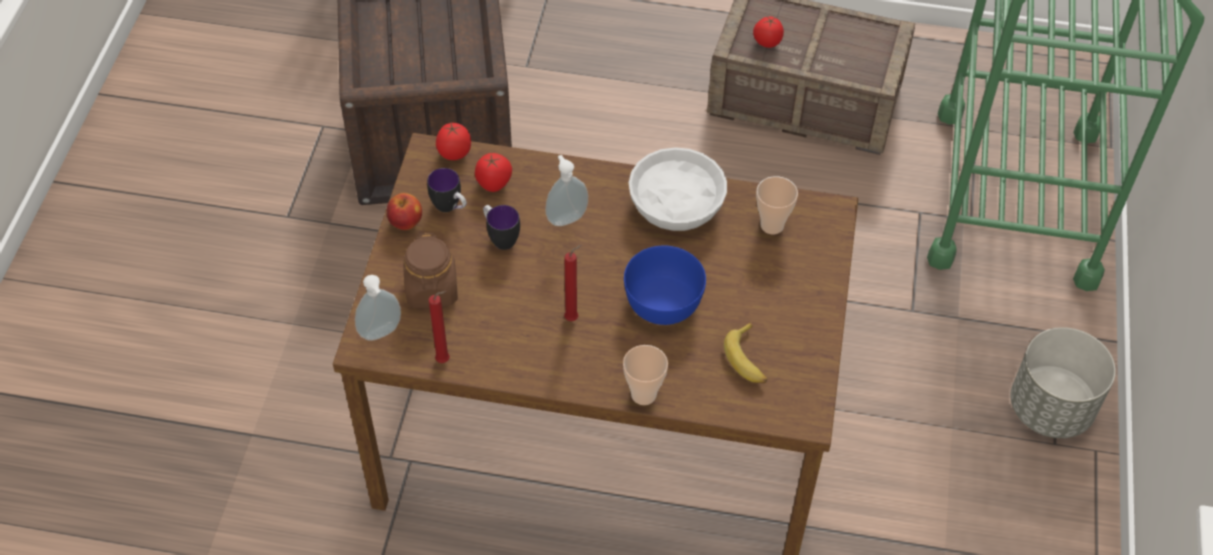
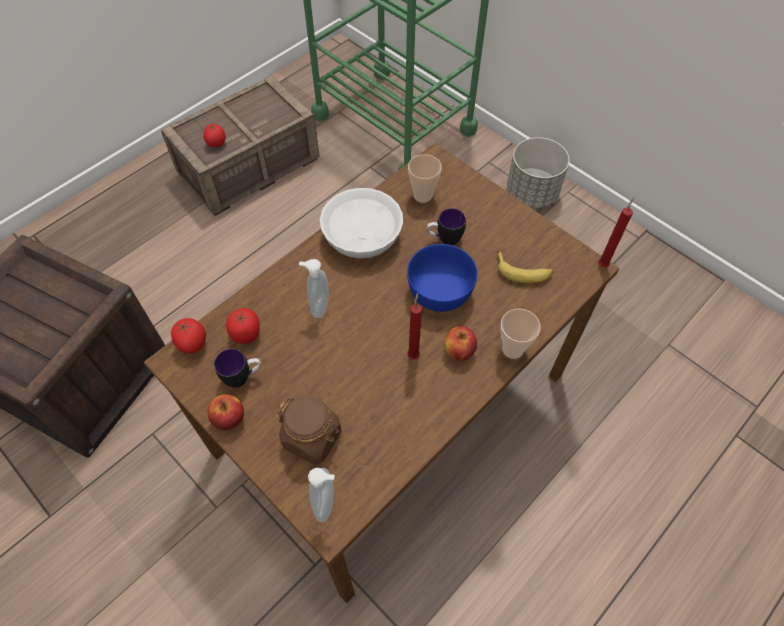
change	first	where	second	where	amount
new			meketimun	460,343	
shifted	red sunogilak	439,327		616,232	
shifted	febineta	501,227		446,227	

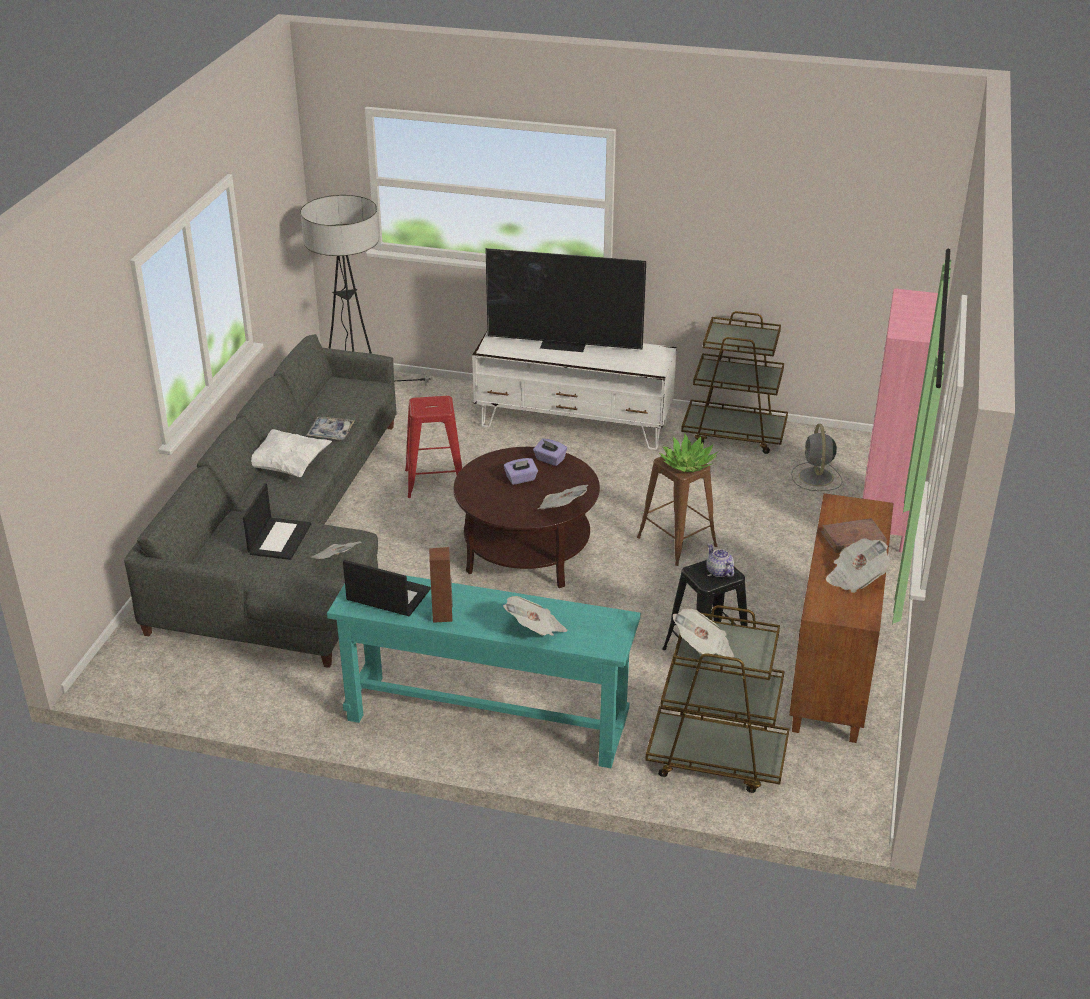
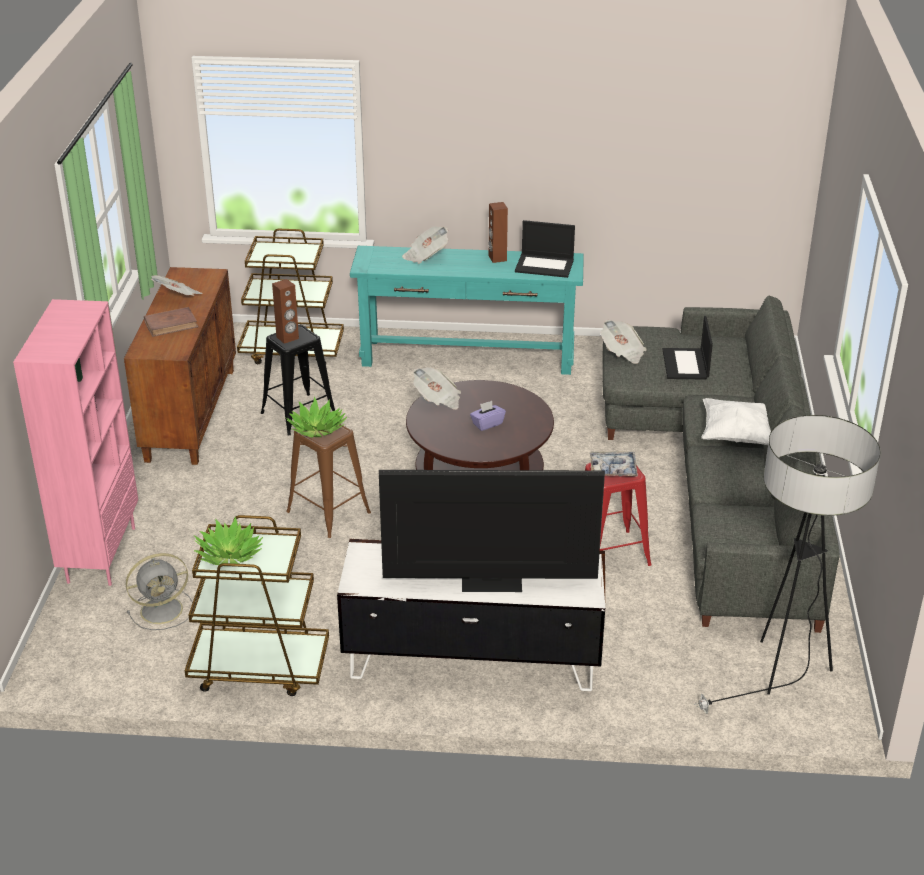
change	first	where	second	where	amount
gone	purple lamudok	550,452			
gone	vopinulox	703,633			
new			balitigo	228,541	
shifted	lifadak	330,428		614,464	
swapped	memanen	720,560	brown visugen	285,311	
rotated	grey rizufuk	817,457		159,591	75 degrees clockwise

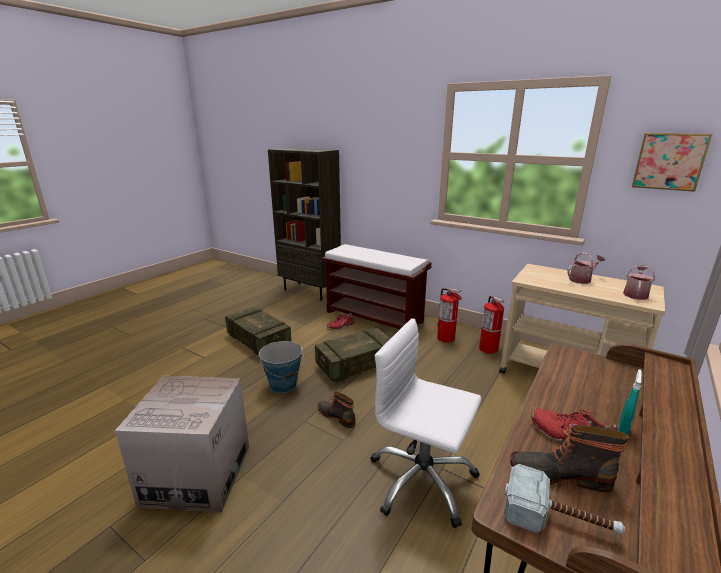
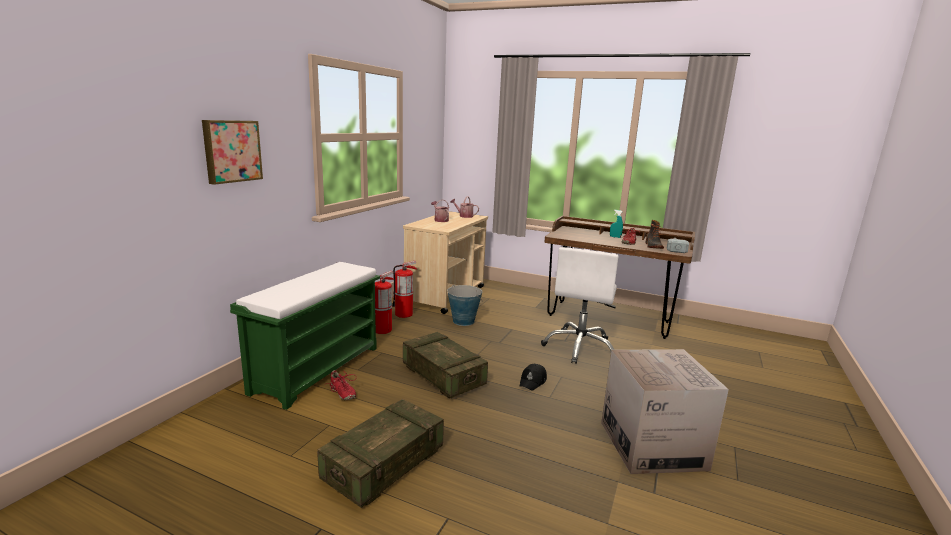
change	first	where	second	where	amount
gone	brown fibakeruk	304,224			
shifted	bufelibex	281,367		465,305	
shifted	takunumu	672,162		232,152	
swapped	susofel	336,410	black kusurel	533,377	
repainted	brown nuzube	377,286	green nuzube	305,336	

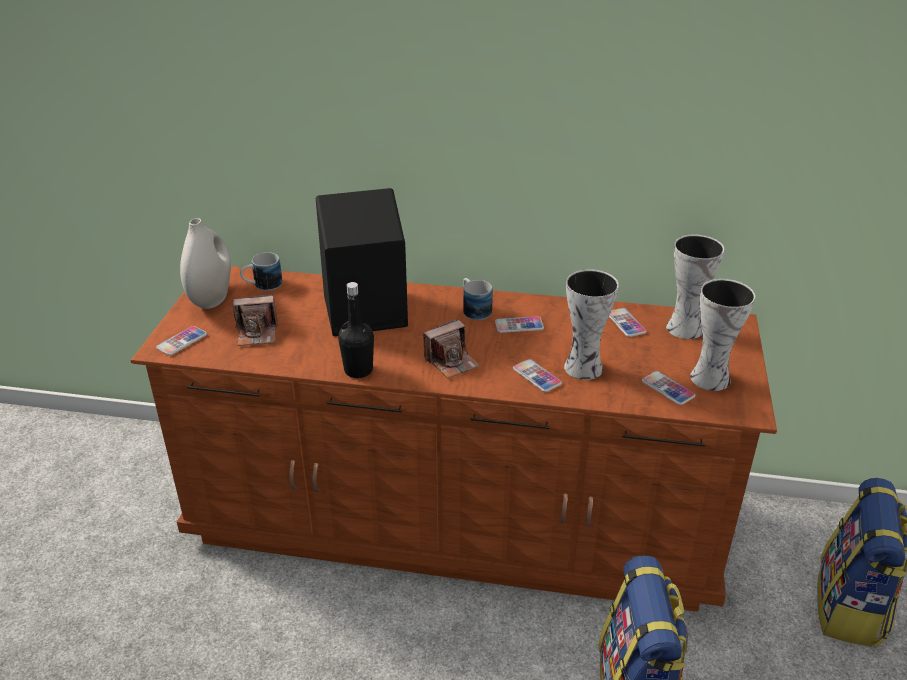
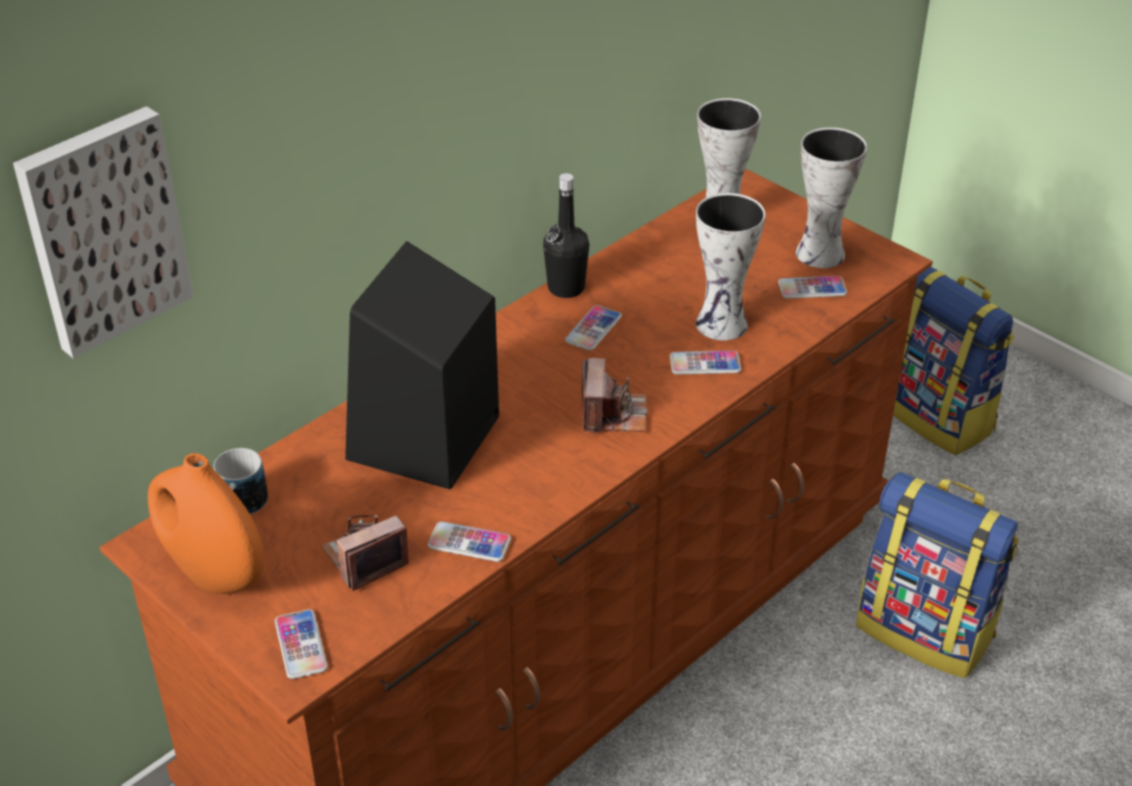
change	first	where	second	where	amount
gone	febineta	478,299			
new			takunumu	103,232	
shifted	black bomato	356,330		566,235	
shifted	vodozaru	628,322		469,541	
repainted	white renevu	205,263	orange renevu	206,523	
rotated	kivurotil	254,320		365,553	150 degrees counterclockwise

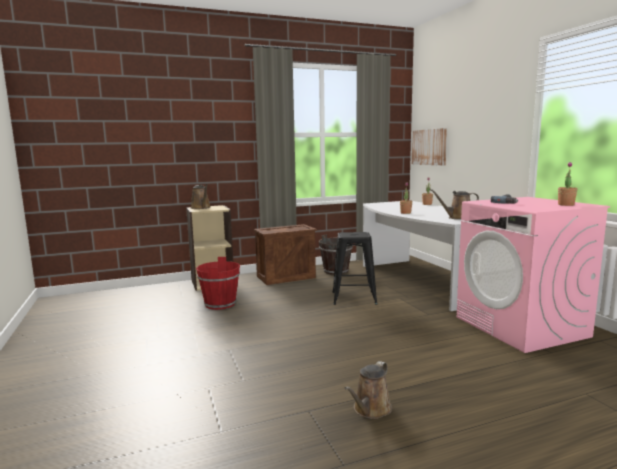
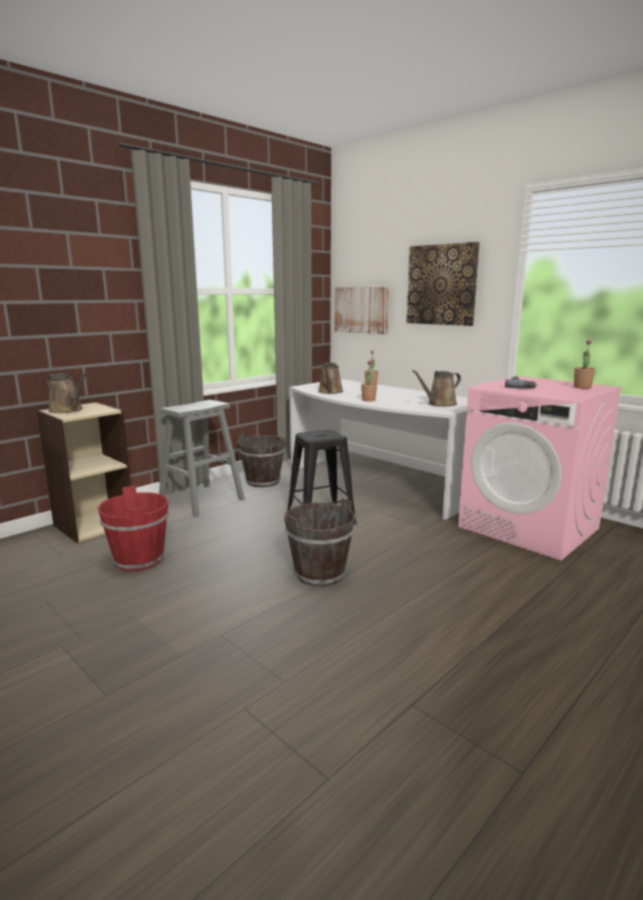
change	first	where	second	where	amount
new			brown bufelibex	319,542	
new			takunumu	443,284	
shifted	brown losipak	368,390		330,378	
swapped	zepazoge	285,254	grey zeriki	202,458	

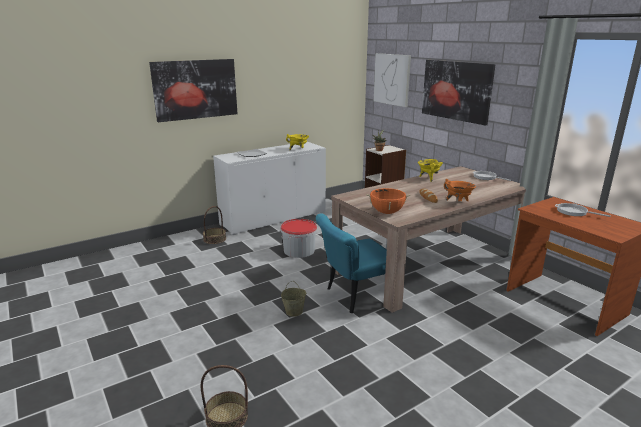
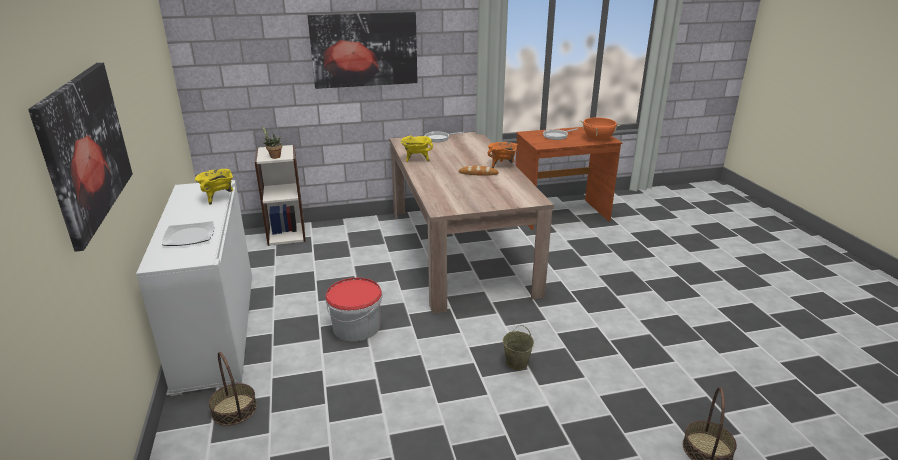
change	first	where	second	where	amount
gone	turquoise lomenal	351,263			
gone	takunumu	392,80			
shifted	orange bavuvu	388,201		600,129	

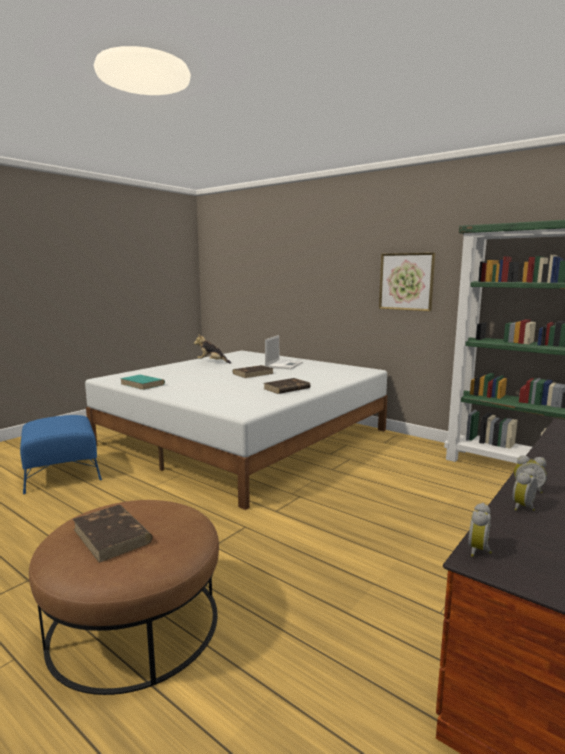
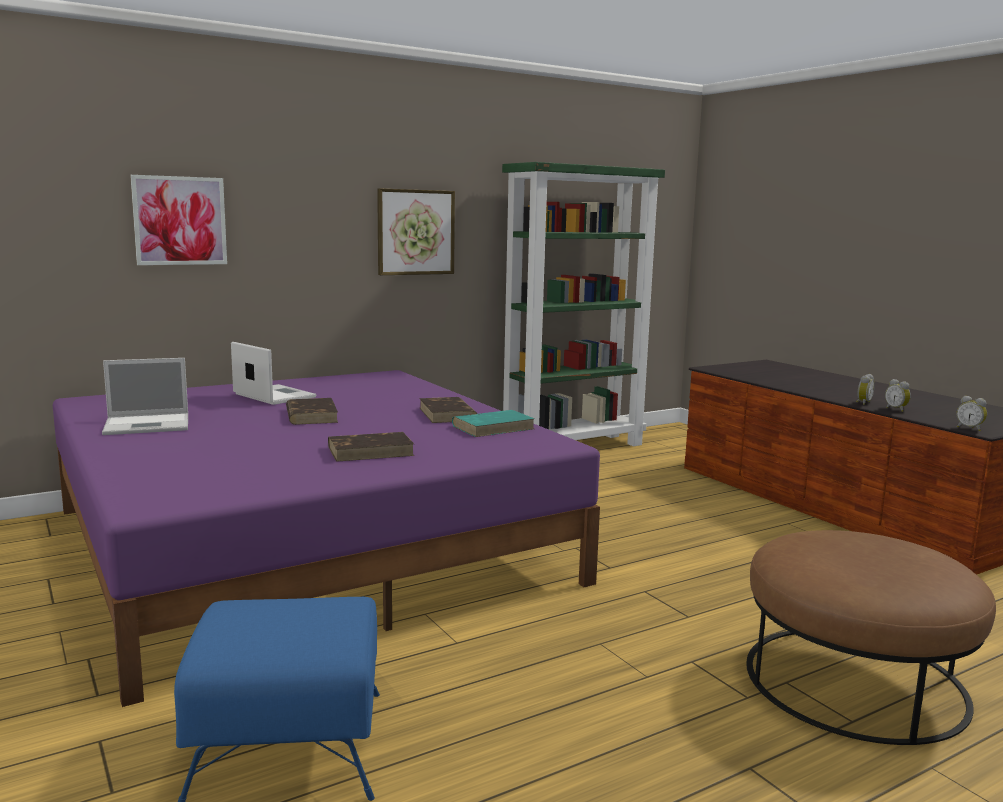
change	first	where	second	where	amount
new			takunumu	178,220	
shifted	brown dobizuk	113,534		371,447	
shifted	turquoise dobizuk	142,382		493,423	
swapped	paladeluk	212,349	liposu	145,396	
repainted	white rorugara	236,430	purple rorugara	326,538	

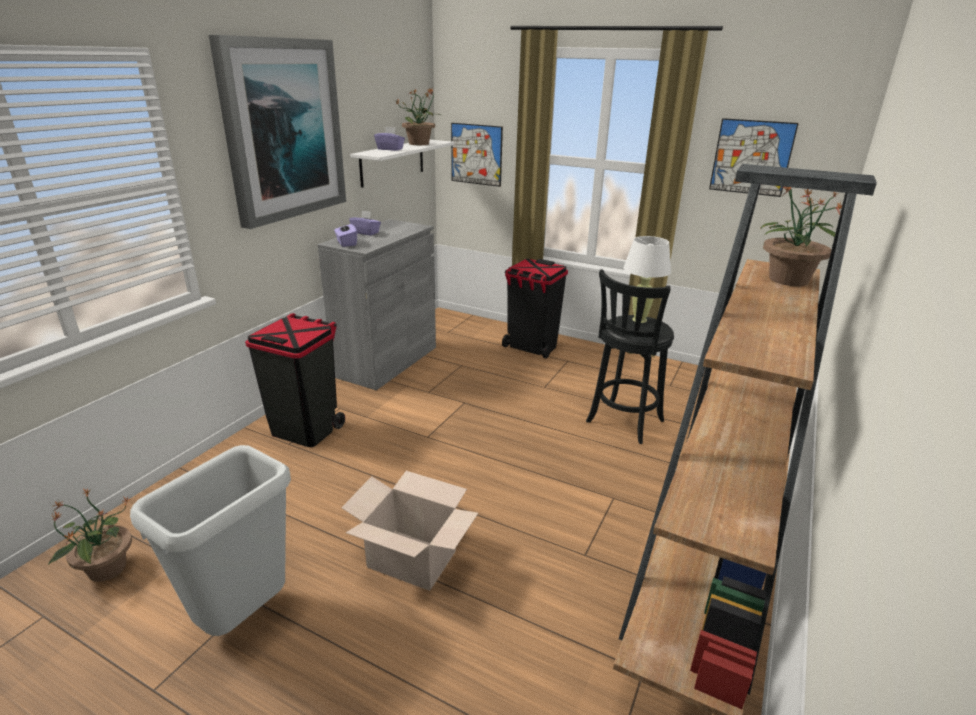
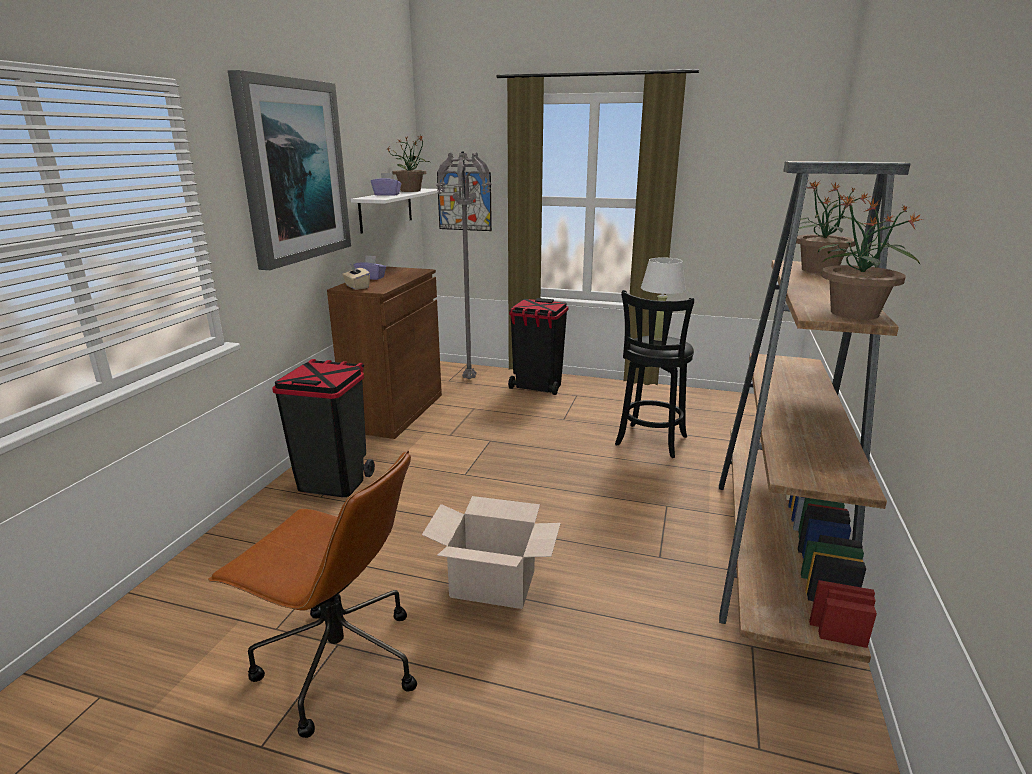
change	first	where	second	where	amount
gone	takunumu	754,157			
new			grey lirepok	464,265	
shifted	balitigo	90,535		870,257	
swapped	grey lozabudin	210,540	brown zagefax	312,594	
repainted	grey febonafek	377,304	brown febonafek	384,353	
repainted	purple lamudok	345,234	beige lamudok	356,277	

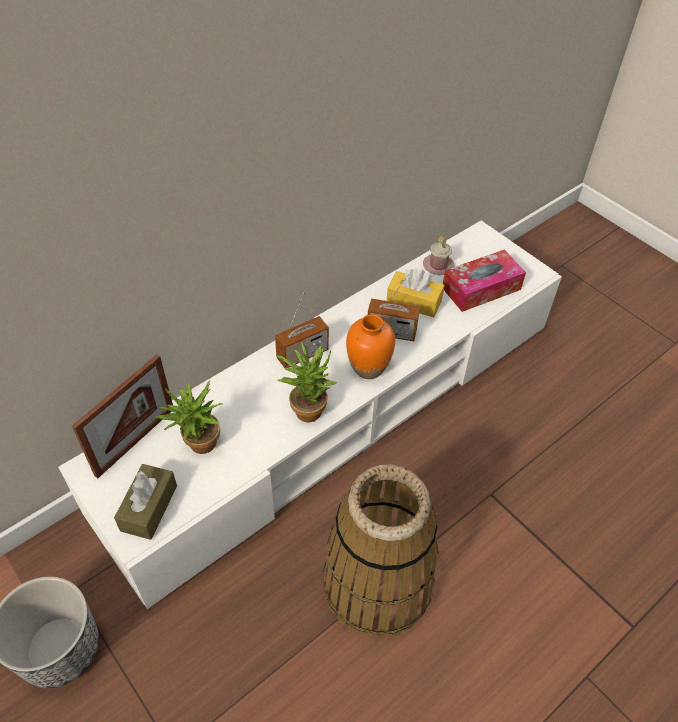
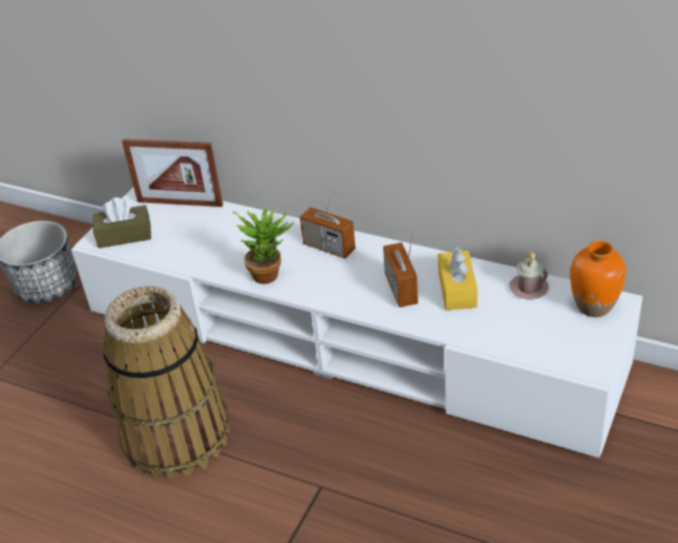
change	first	where	second	where	amount
gone	balitigo	189,417			
gone	lamudok	484,280			
shifted	orange renevu	370,346		598,279	

